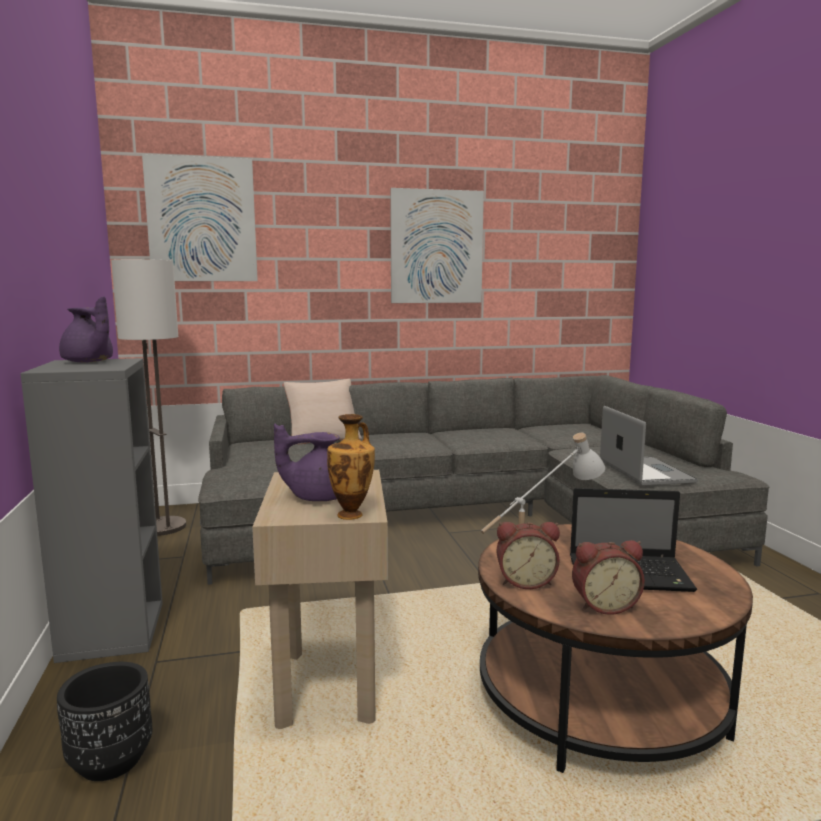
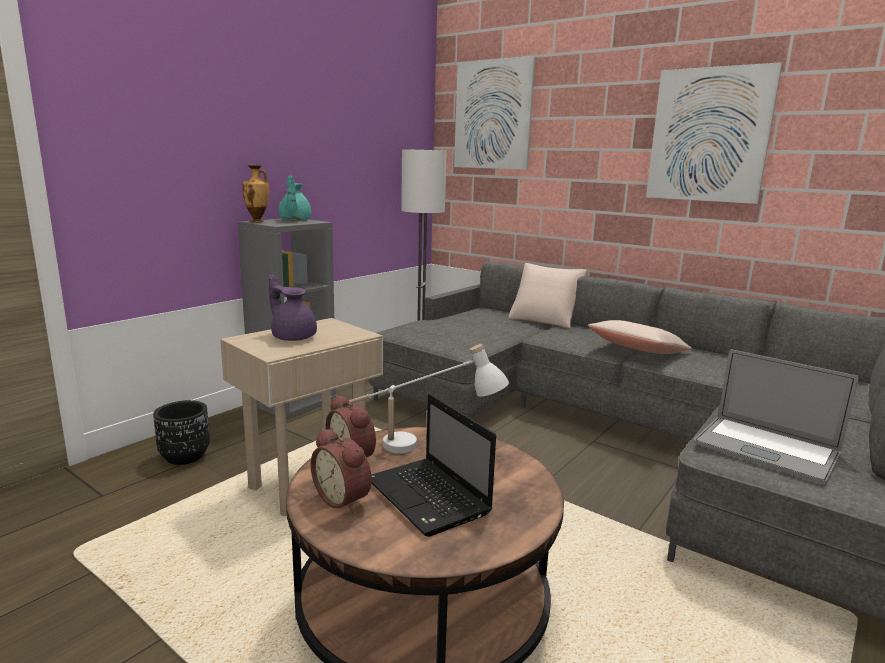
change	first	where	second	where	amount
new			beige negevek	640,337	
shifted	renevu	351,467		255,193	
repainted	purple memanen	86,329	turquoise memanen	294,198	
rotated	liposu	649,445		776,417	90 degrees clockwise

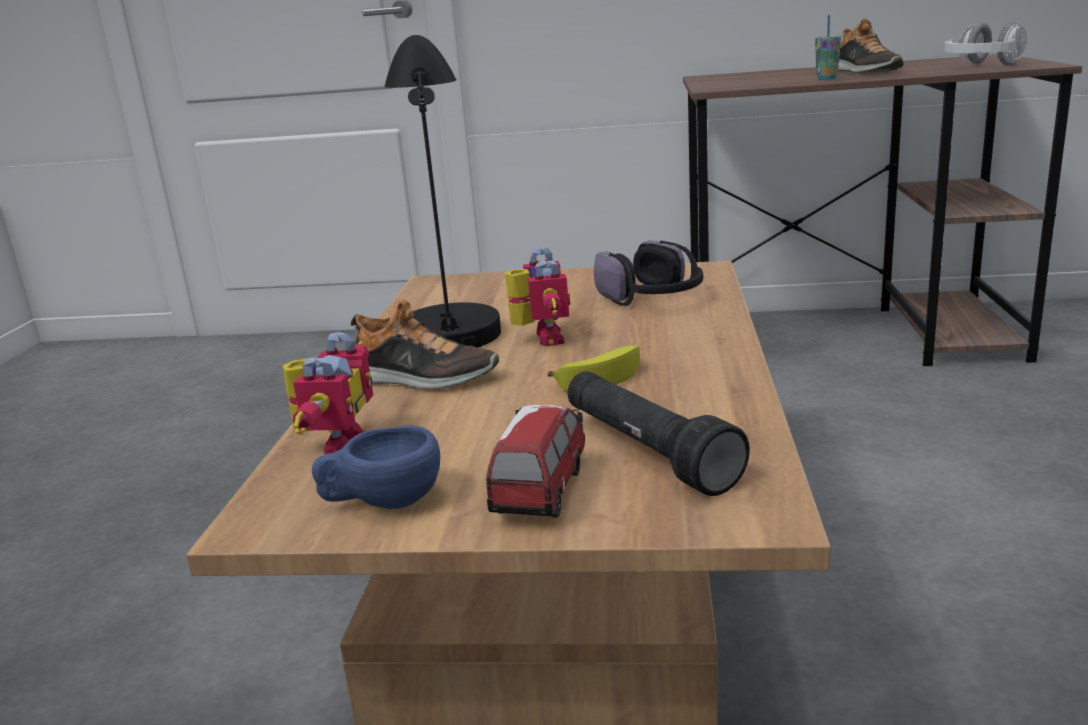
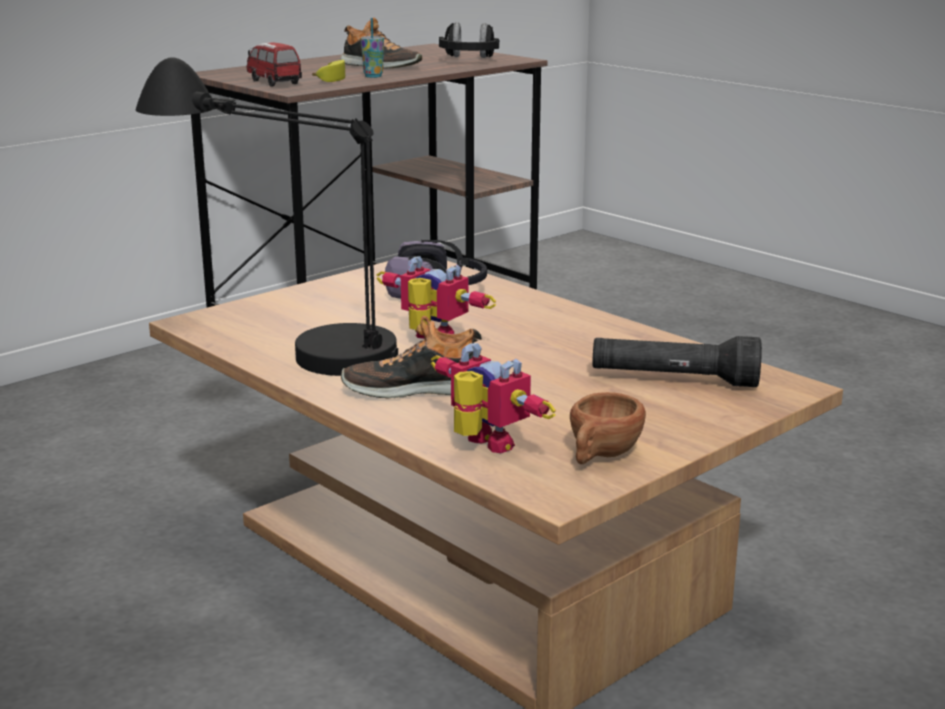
change	first	where	second	where	amount
shifted	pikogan	535,461		274,64	
shifted	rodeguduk	594,368		328,71	
repainted	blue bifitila	376,467	brown bifitila	608,428	
repainted	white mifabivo	986,43	black mifabivo	469,40	
rotated	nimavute	425,344		411,357	150 degrees counterclockwise

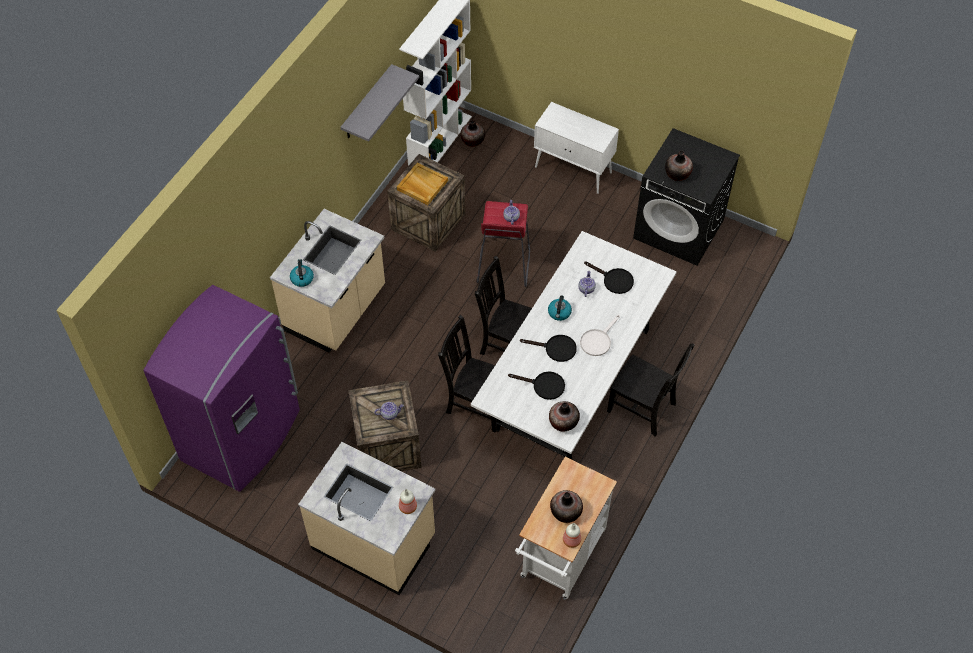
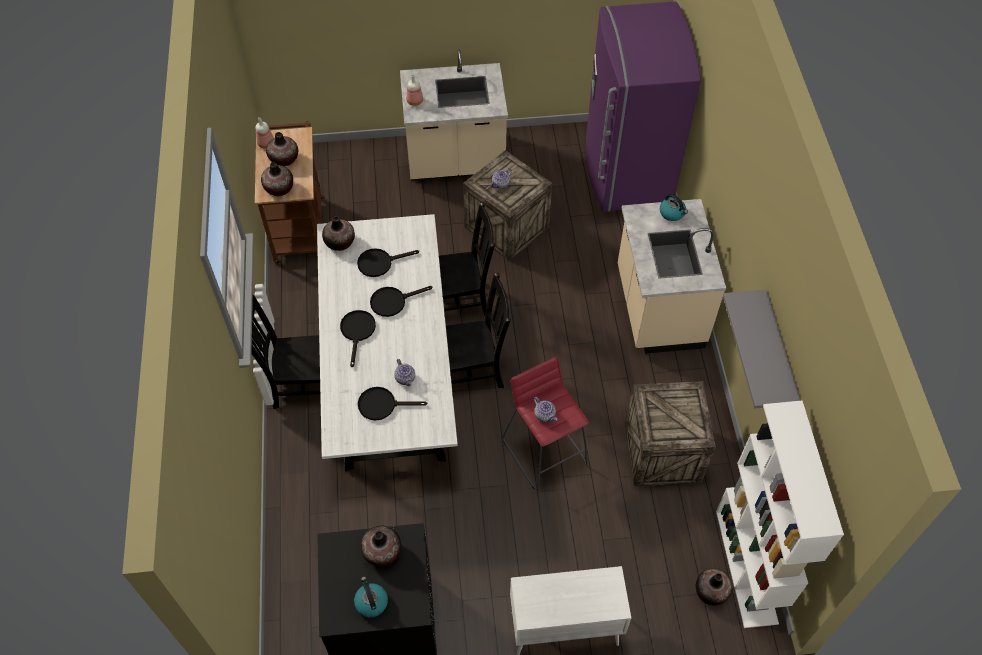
change	first	where	second	where	amount
gone	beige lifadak	422,184			
new			renevu	277,179	
shifted	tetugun	560,308		371,597	
repainted	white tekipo	566,528	brown tekipo	290,192	
repainted	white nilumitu	600,335	black nilumitu	358,338	

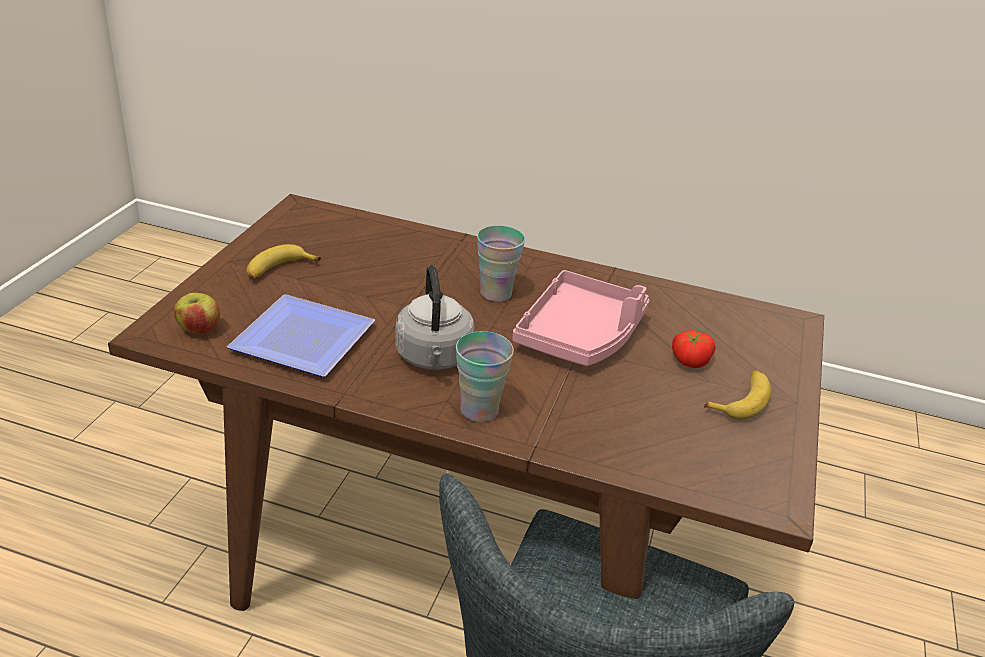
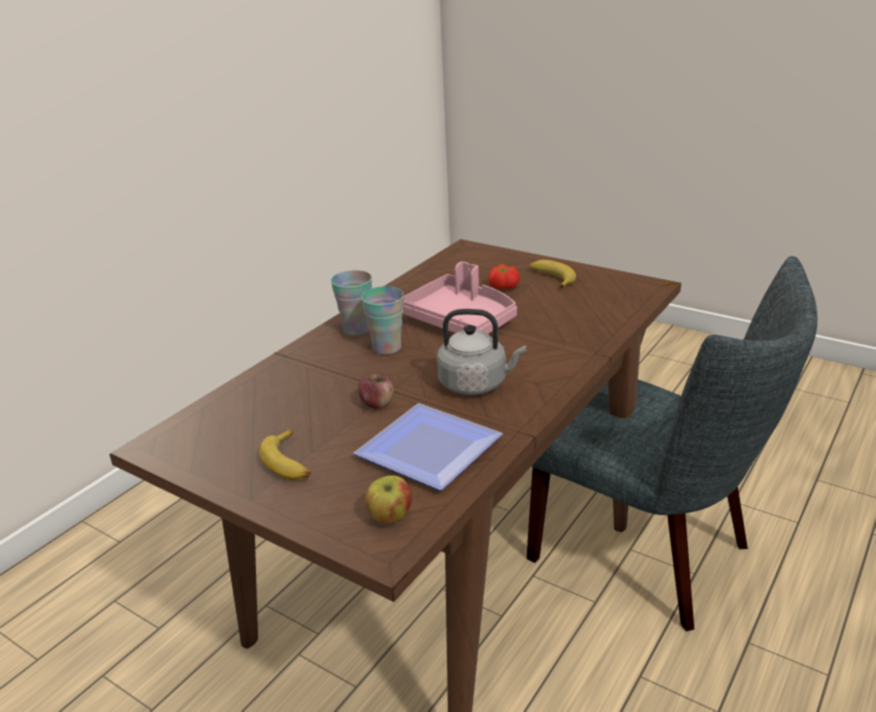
change	first	where	second	where	amount
new			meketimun	376,390	
shifted	bifitila	485,376		351,302	

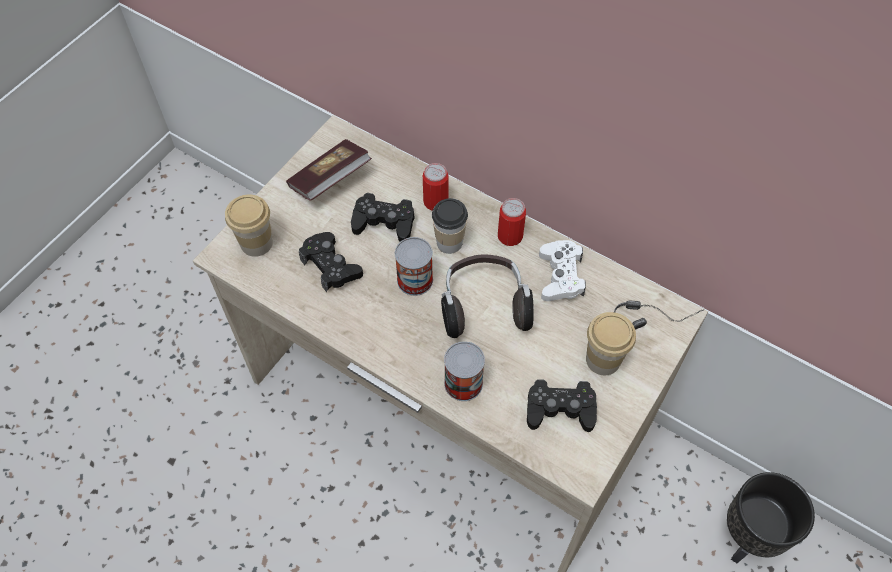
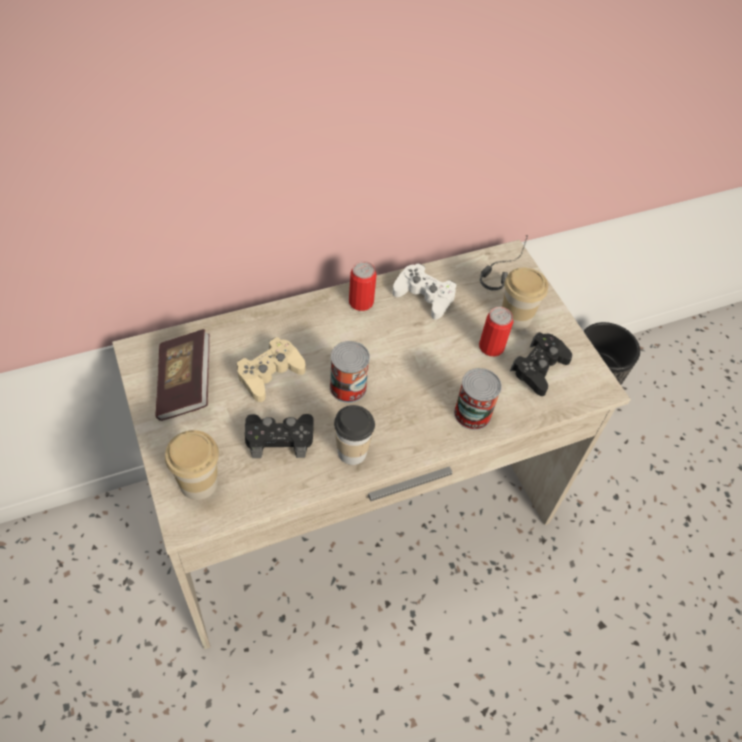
change	first	where	second	where	amount
gone	mifabivo	487,296			
shifted	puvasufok	436,187		496,331	
shifted	bifitila	450,226		354,435	
repainted	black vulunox	383,217	beige vulunox	271,369	

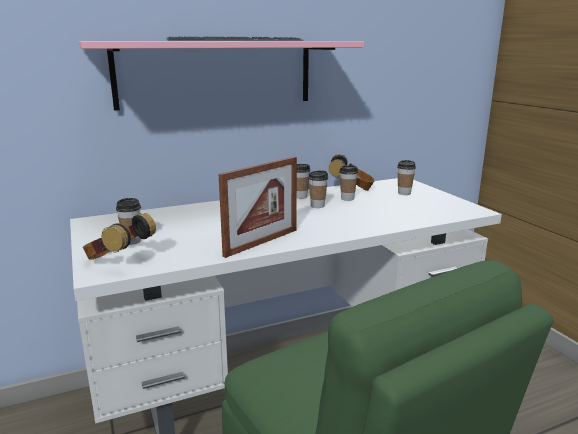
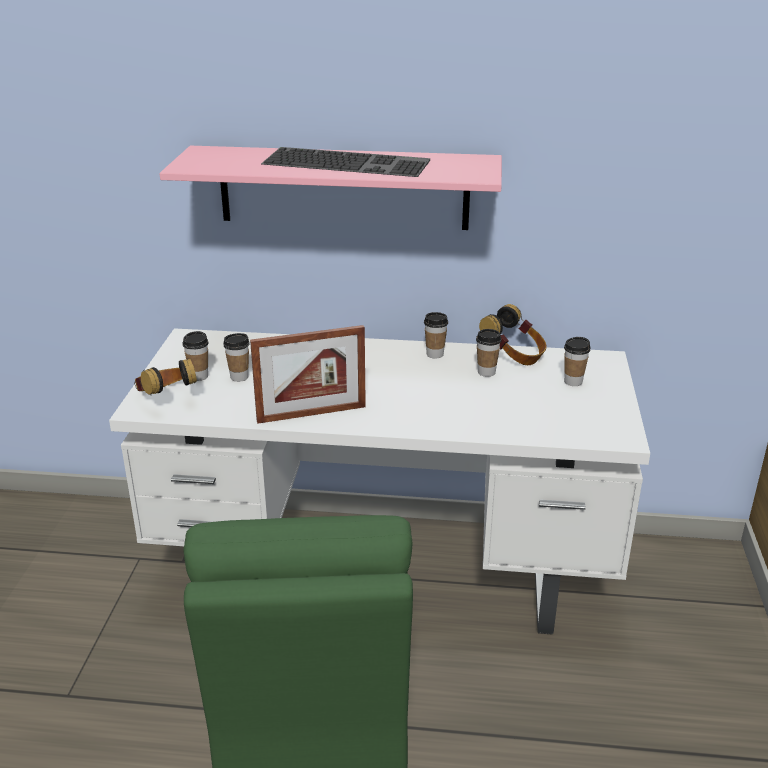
change	first	where	second	where	amount
shifted	bifitila	318,189		236,357	

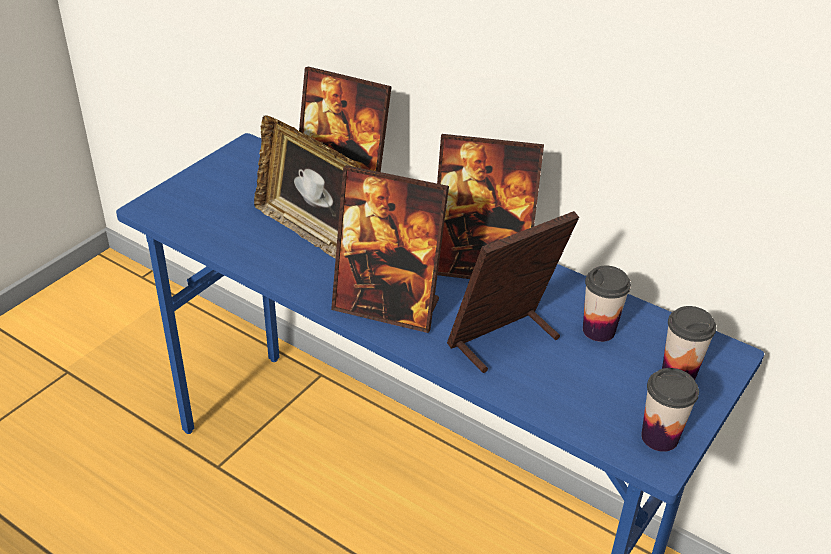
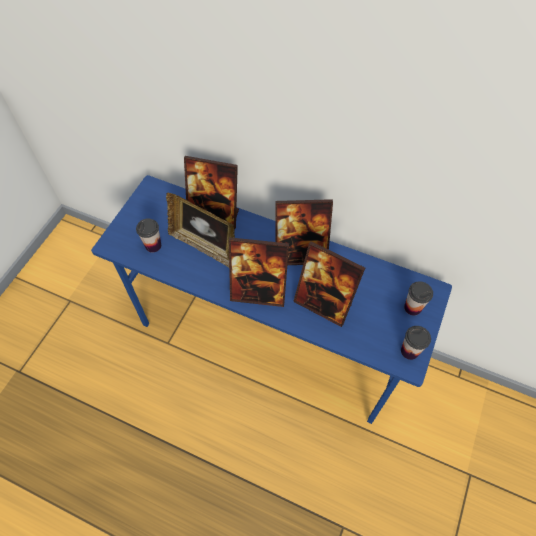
change	first	where	second	where	amount
shifted	bifitila	607,304		148,235	
rotated	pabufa	513,292		329,284	105 degrees counterclockwise

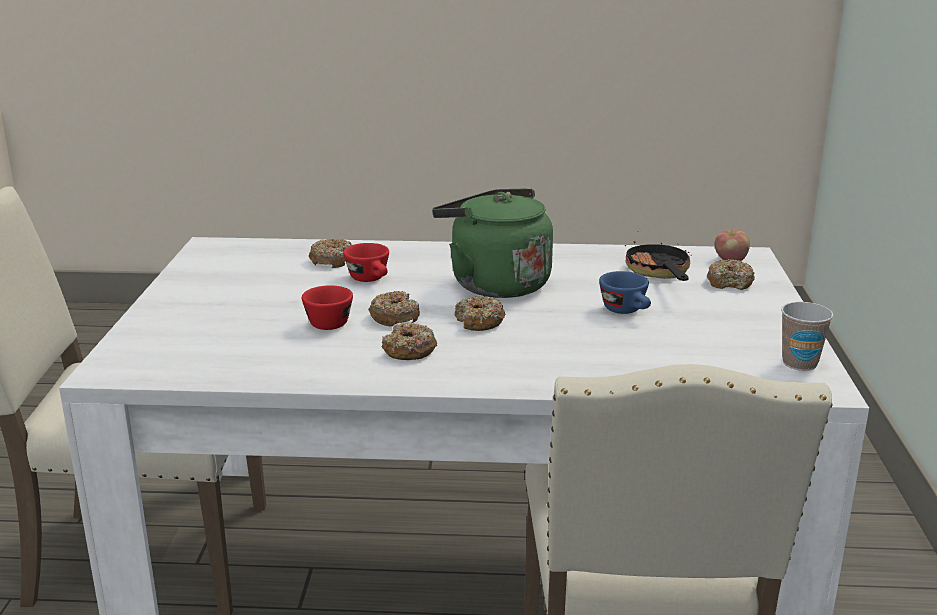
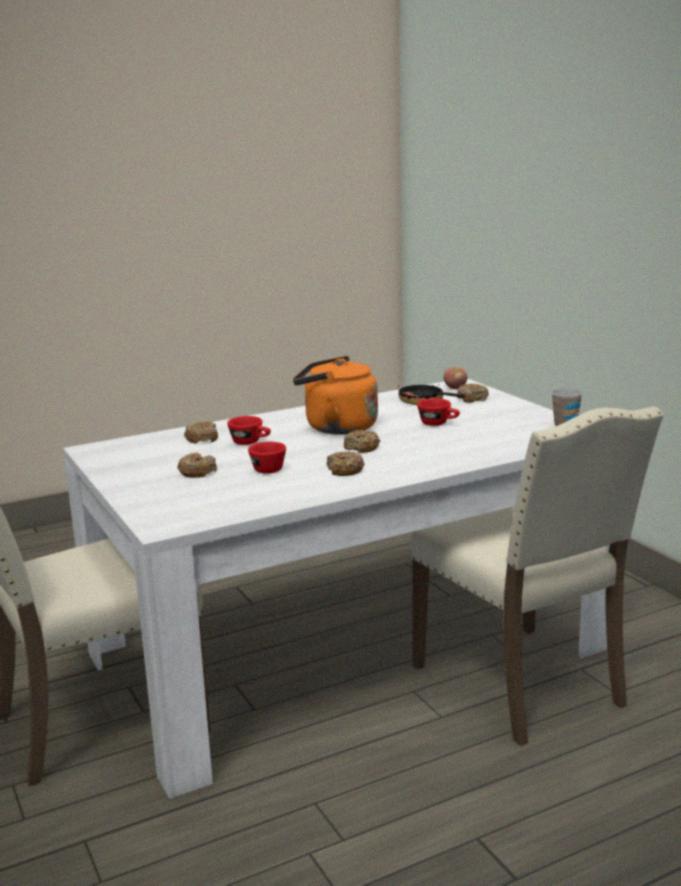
change	first	where	second	where	amount
shifted	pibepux	394,308		197,465	
repainted	green tetugun	492,243	orange tetugun	335,395	
repainted	blue bifitila	625,292	red bifitila	438,412	

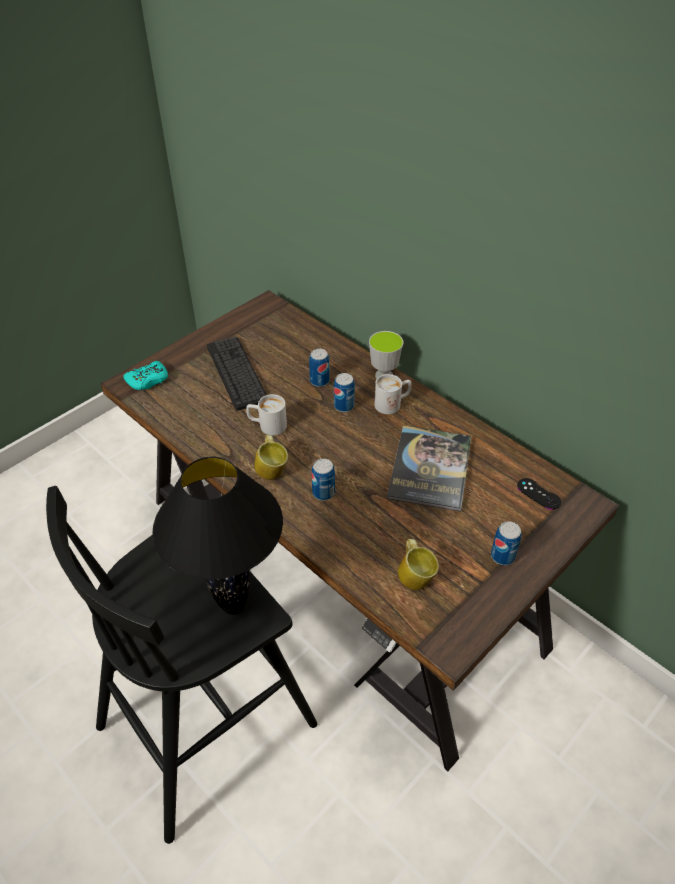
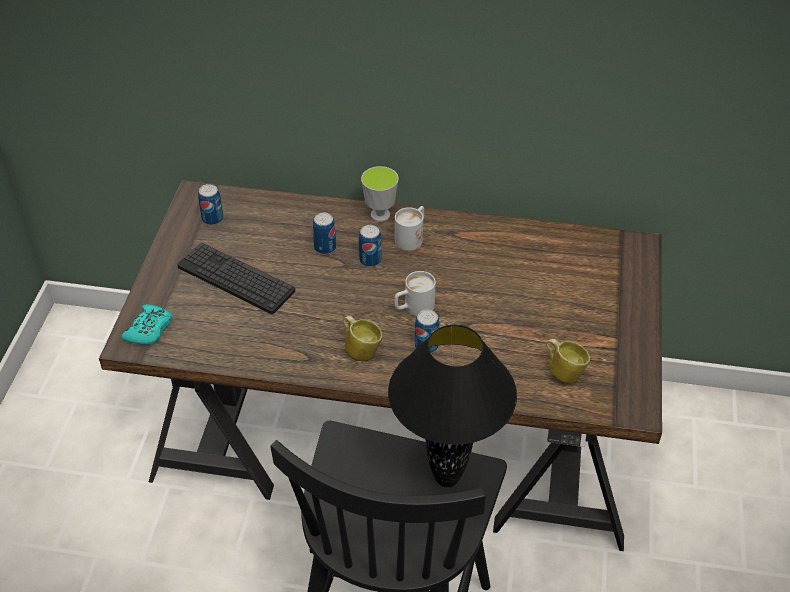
change	first	where	second	where	amount
gone	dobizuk	429,468			
gone	black vulunox	539,494			
shifted	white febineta	266,414		415,293	
shifted	puvasufok	506,543		211,205	

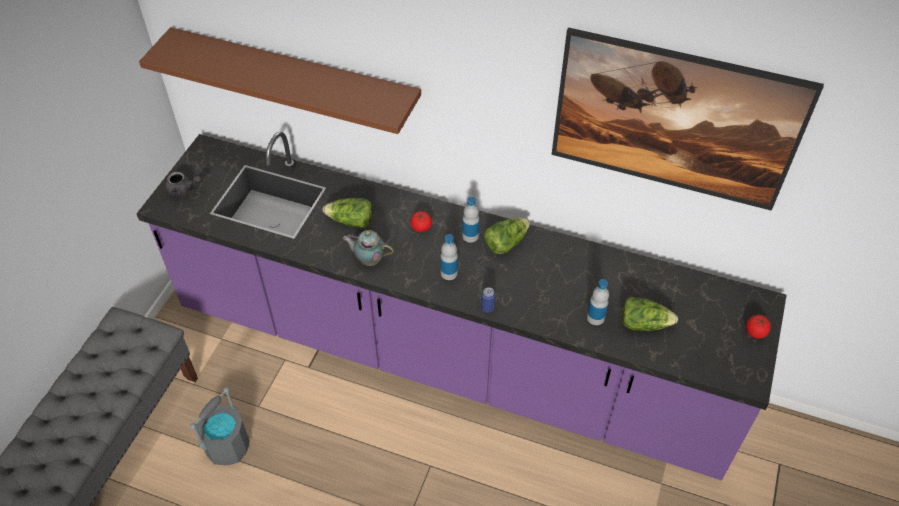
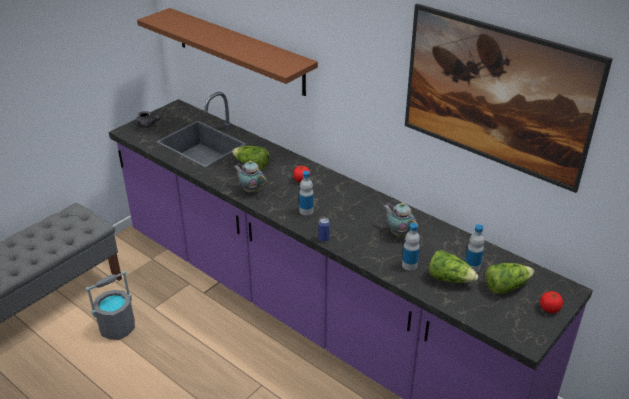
change	first	where	second	where	amount
new			memanen	401,220	
shifted	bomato	470,220		474,248	
shifted	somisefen	507,236		509,278	

